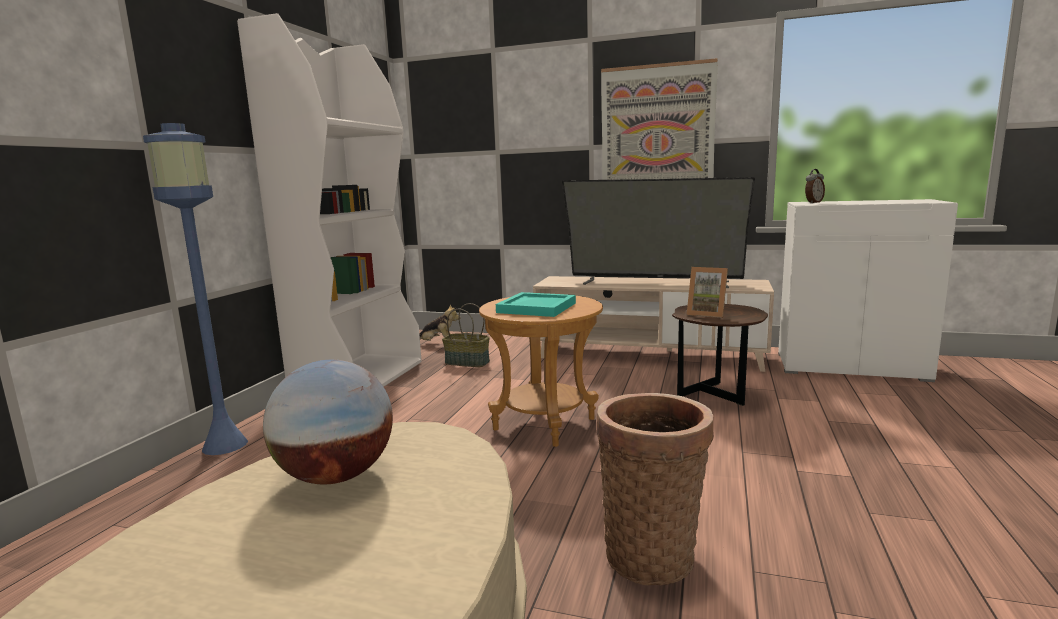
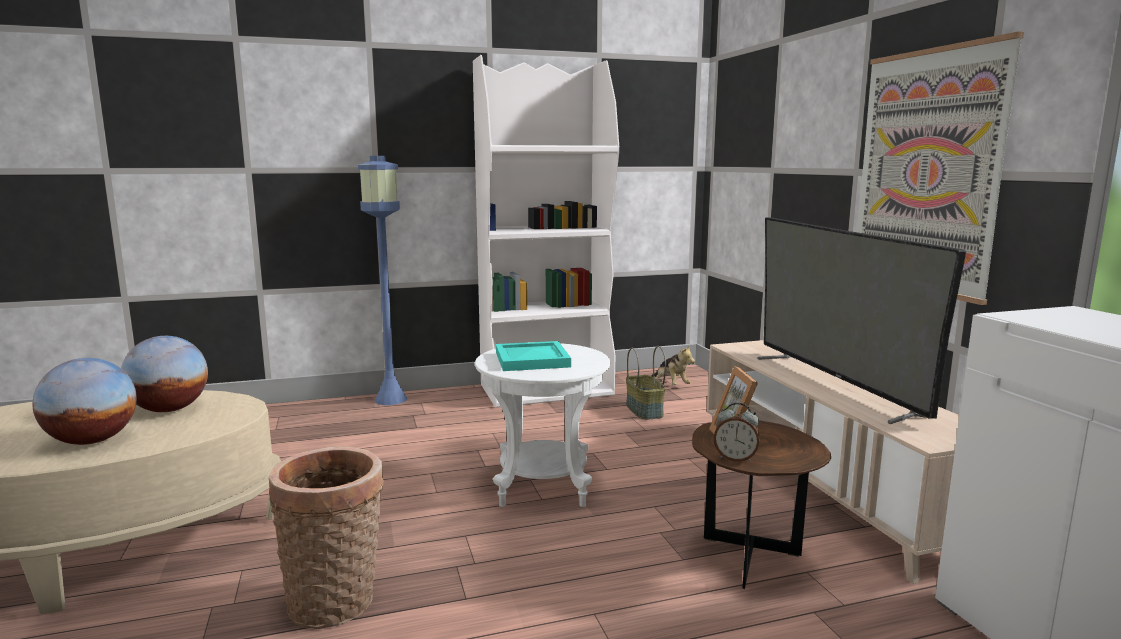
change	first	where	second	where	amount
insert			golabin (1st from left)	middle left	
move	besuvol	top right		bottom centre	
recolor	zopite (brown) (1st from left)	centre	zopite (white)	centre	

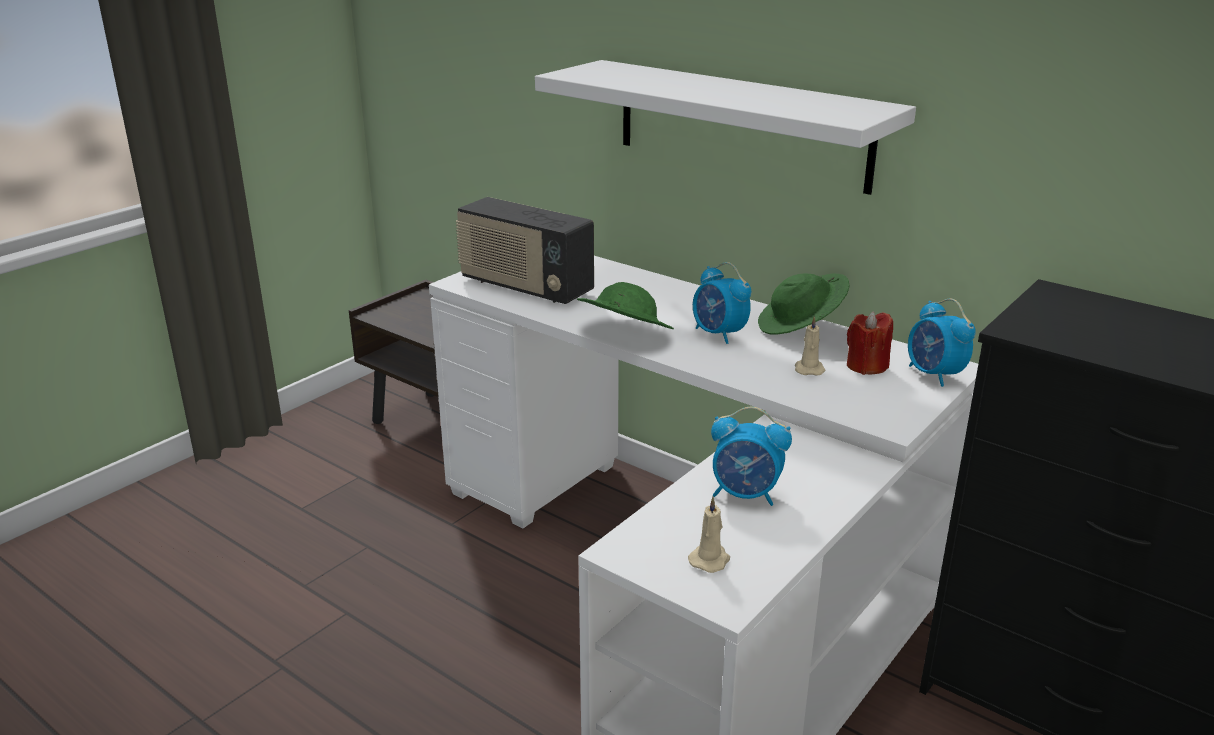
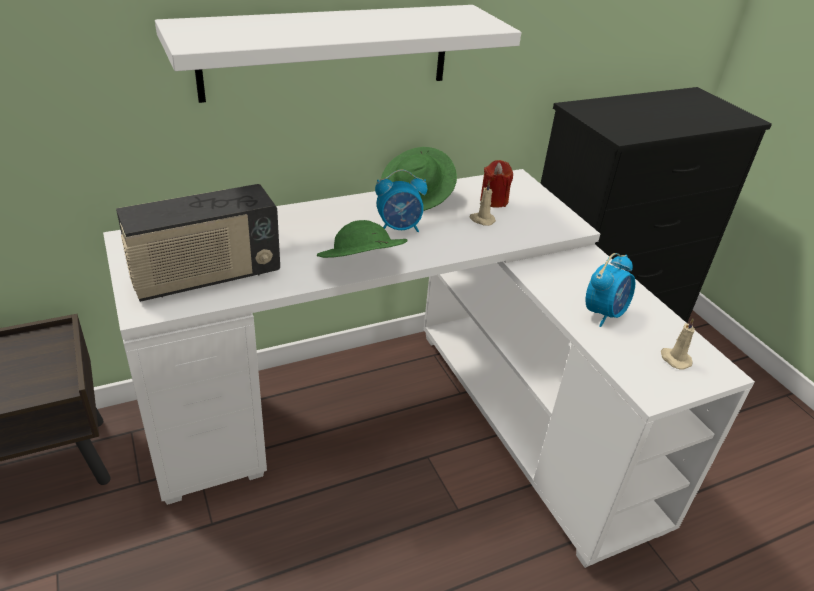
change	first	where	second	where	amount
delete	besuvol (3rd from left)	middle right			

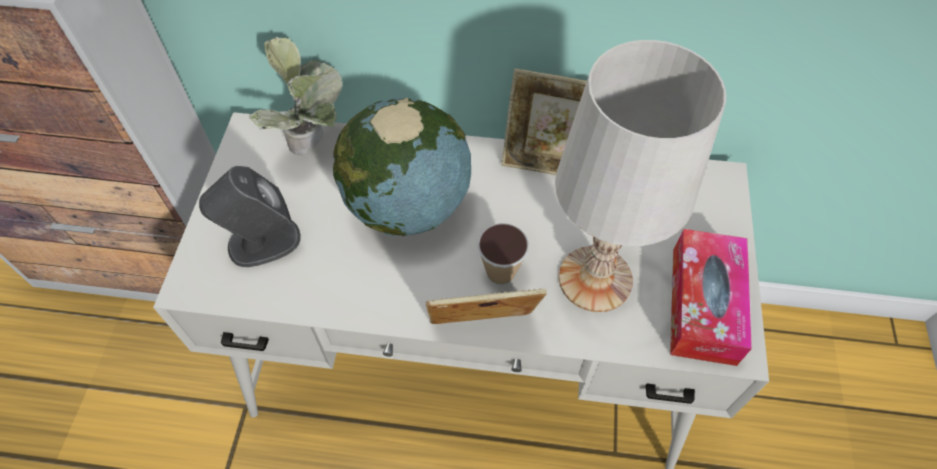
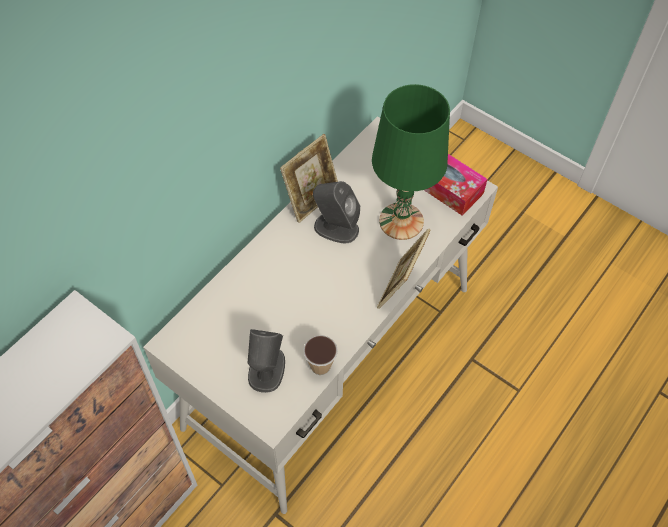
change	first	where	second	where	amount
delete	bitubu	top left			
delete	golabin	centre			
insert			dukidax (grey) (2nd from left)	centre	
move	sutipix	centre		bottom centre	
recolor	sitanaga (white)	middle right	sitanaga (green)	top centre	

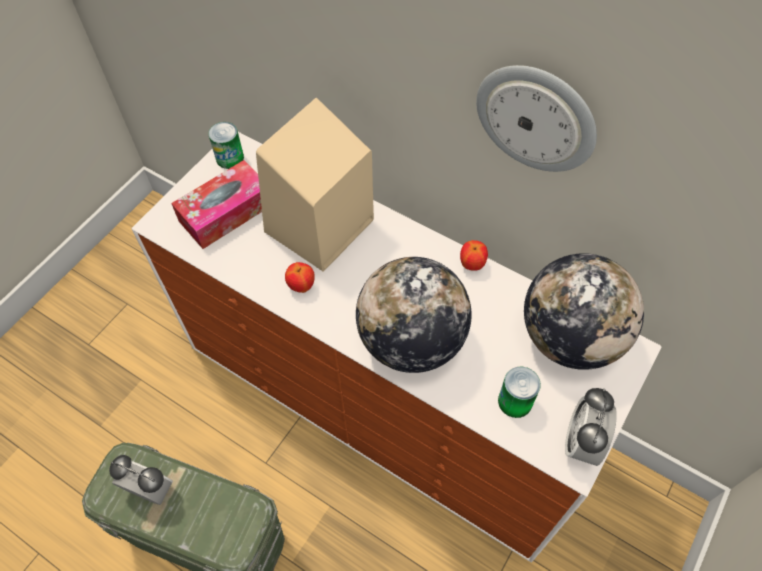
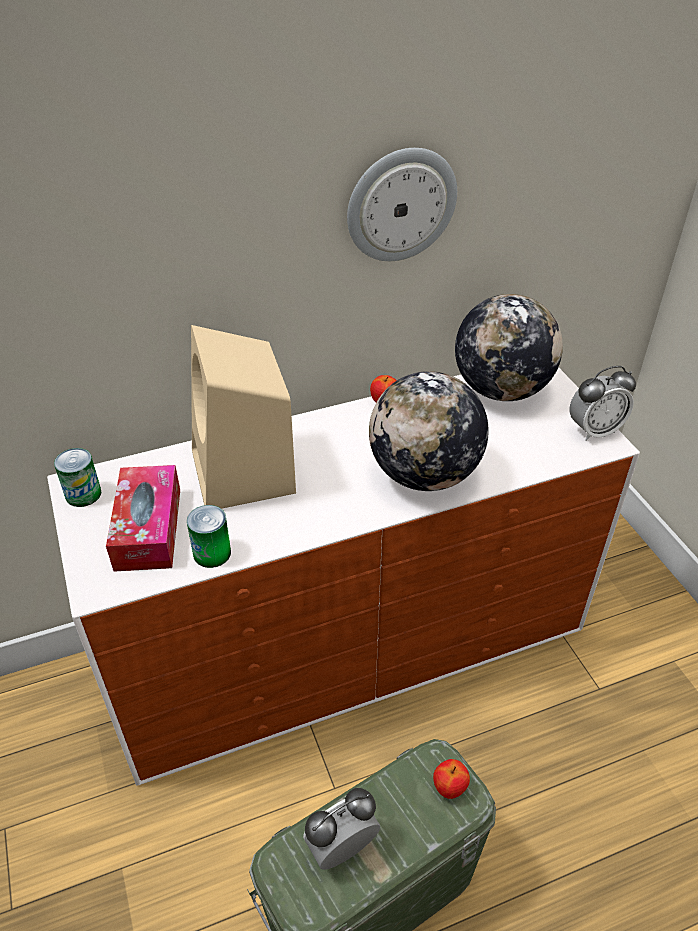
change	first	where	second	where	amount
move	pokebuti (1st from left in the first image)	centre	pokebuti (2nd from left)	bottom centre	
move	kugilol (2nd from left)	bottom right		middle left	
rotate	besuvol (2nd from left)	bottom right		middle right	75 degrees counterclockwise

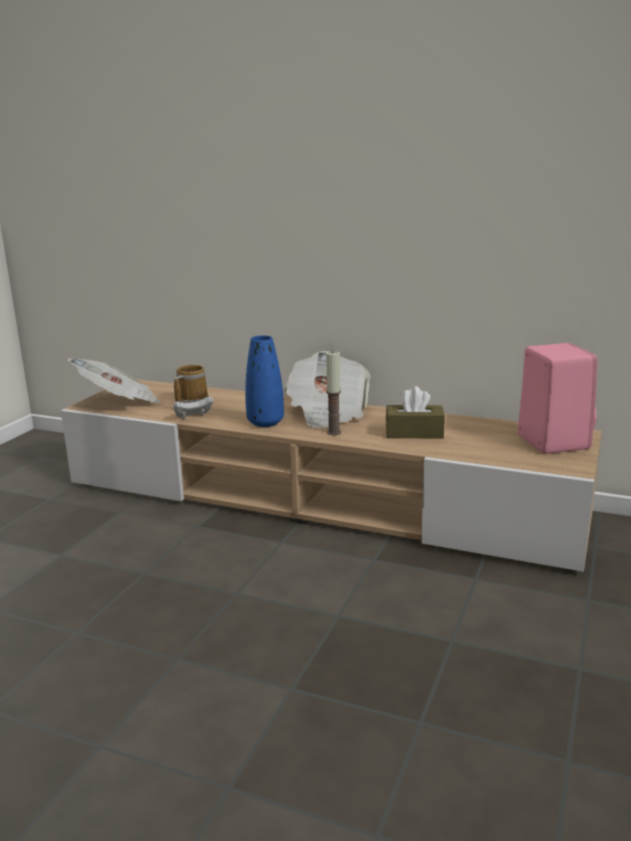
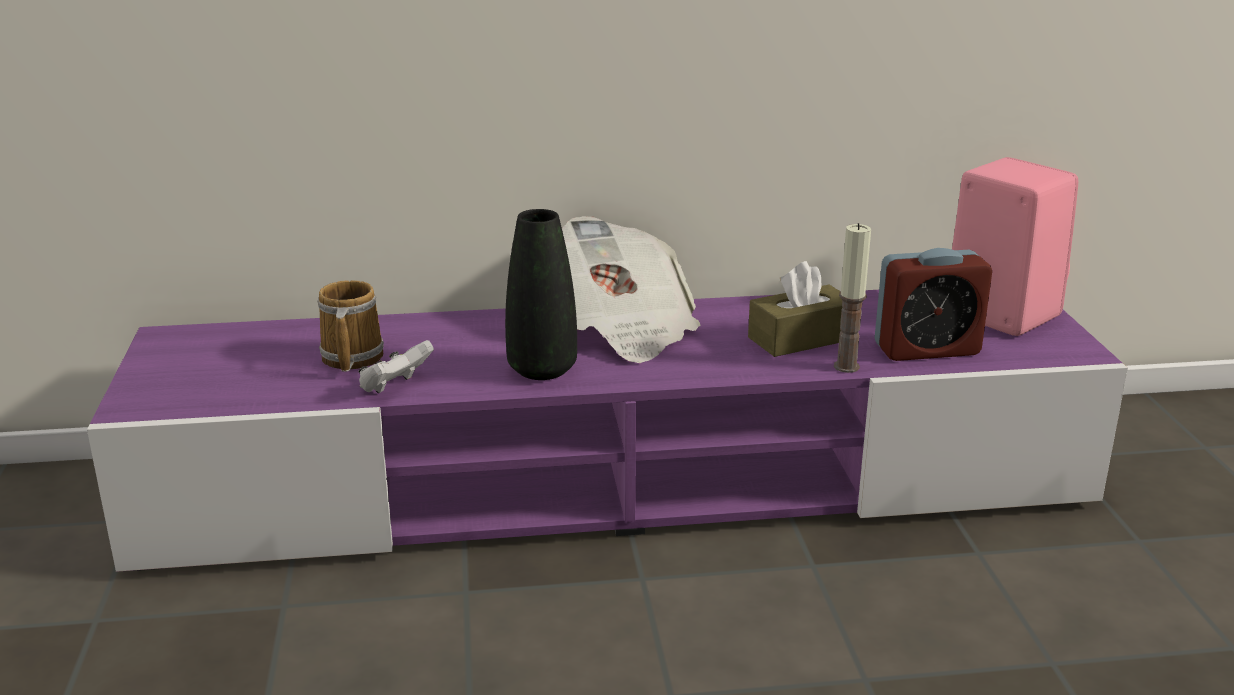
change	first	where	second	where	amount
delete	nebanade (1st from left)	middle left			
insert			besuvol	middle right	
move	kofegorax	centre		middle right	
recolor	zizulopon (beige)	centre	zizulopon (purple)	centre	
recolor	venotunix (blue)	centre	venotunix (black)	centre	

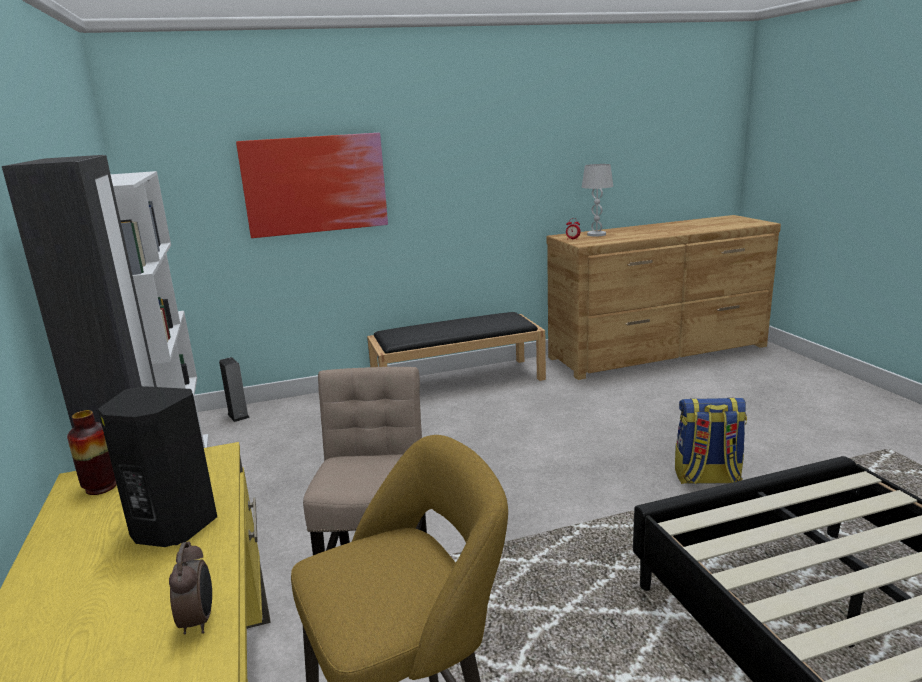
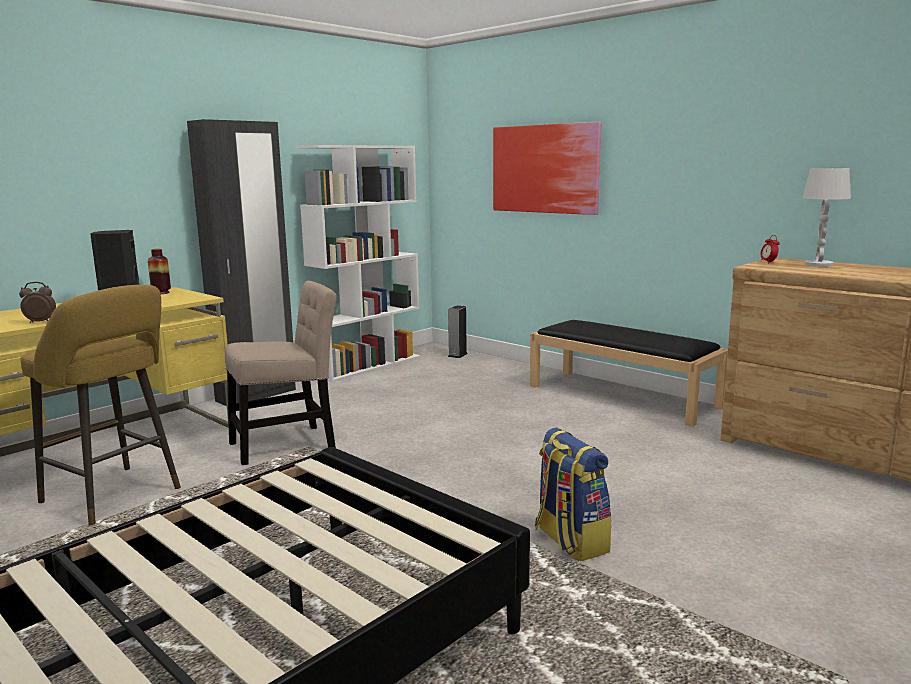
change	first	where	second	where	amount
rotate	besuvol (1st from left)	bottom left		middle left	150 degrees counterclockwise

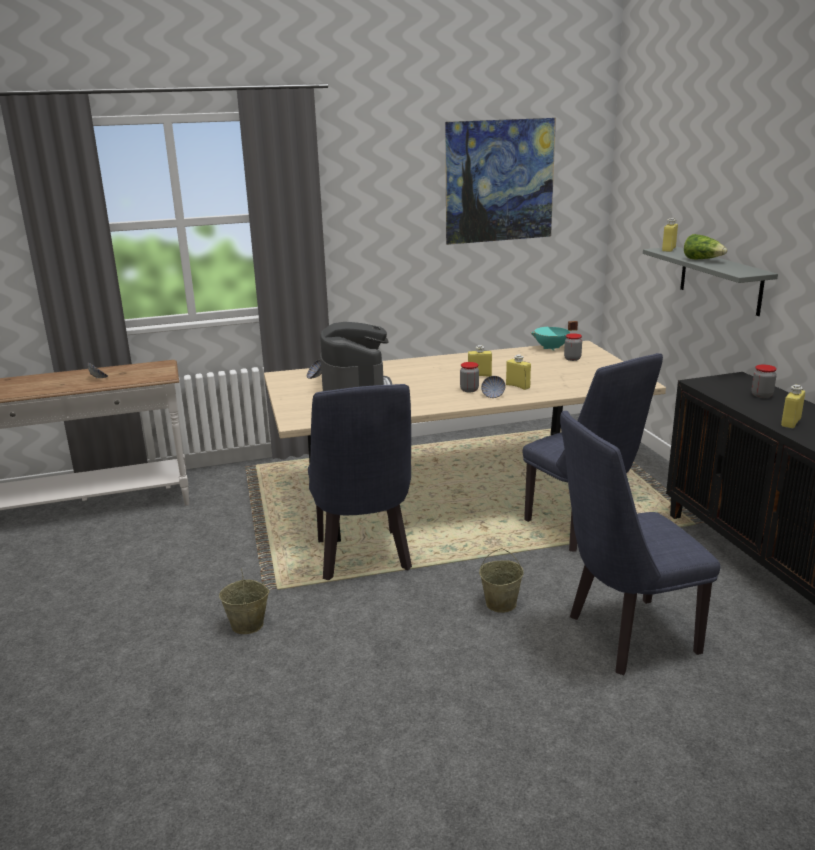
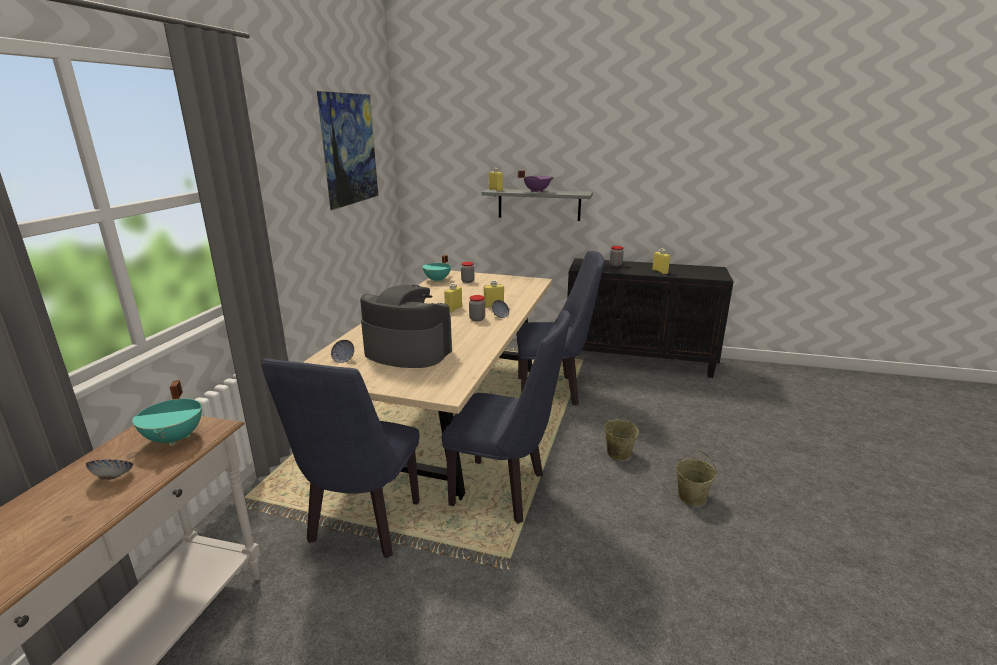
change	first	where	second	where	amount
insert			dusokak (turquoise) (1st from left)	middle left	
move	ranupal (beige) (1st from left in the first image)	bottom left	ranupal (beige) (2nd from left)	bottom right	
move	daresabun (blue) (3rd from left in the first image)	middle right	daresabun (blue) (1st from left)	bottom centre	
replace	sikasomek	top right	dusokak (purple)	top centre	

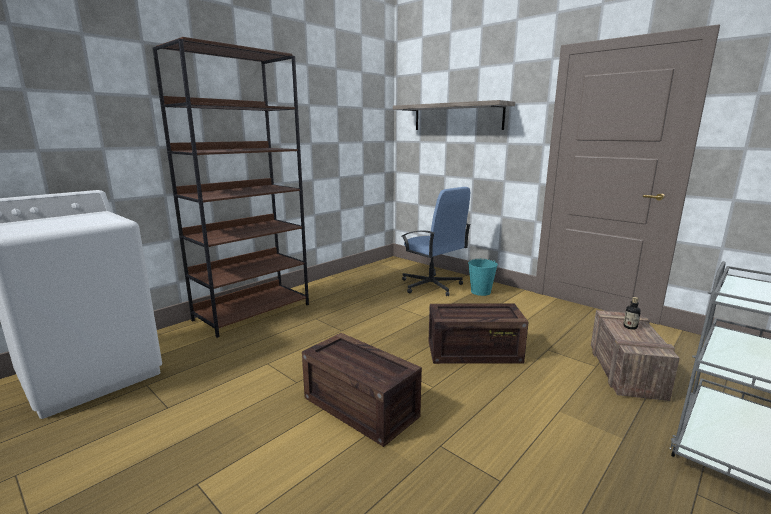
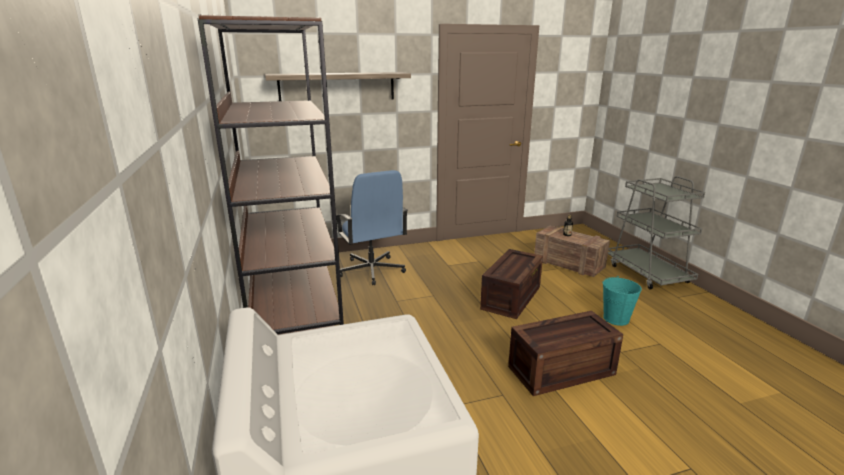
change	first	where	second	where	amount
move	ranupal (turquoise)	centre		middle right	
rotate	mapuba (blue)	centre		centre	75 degrees clockwise

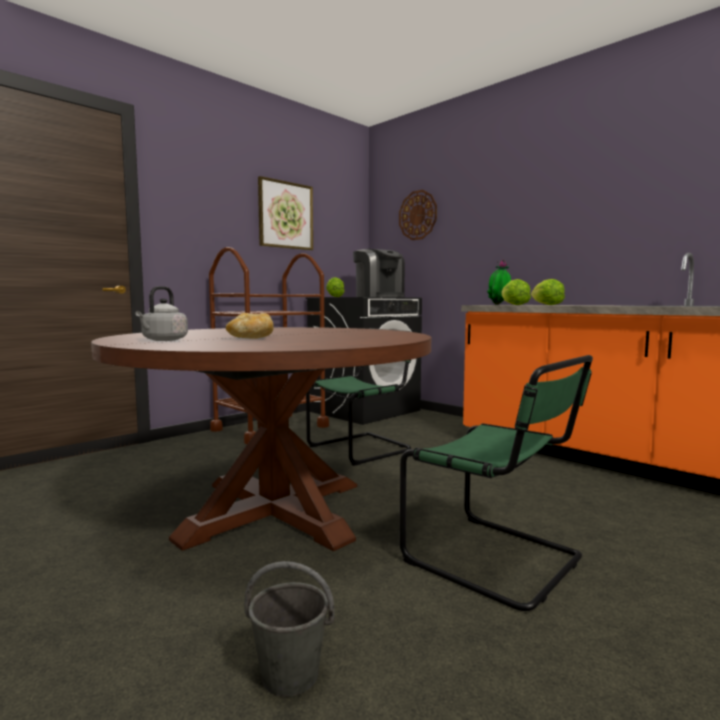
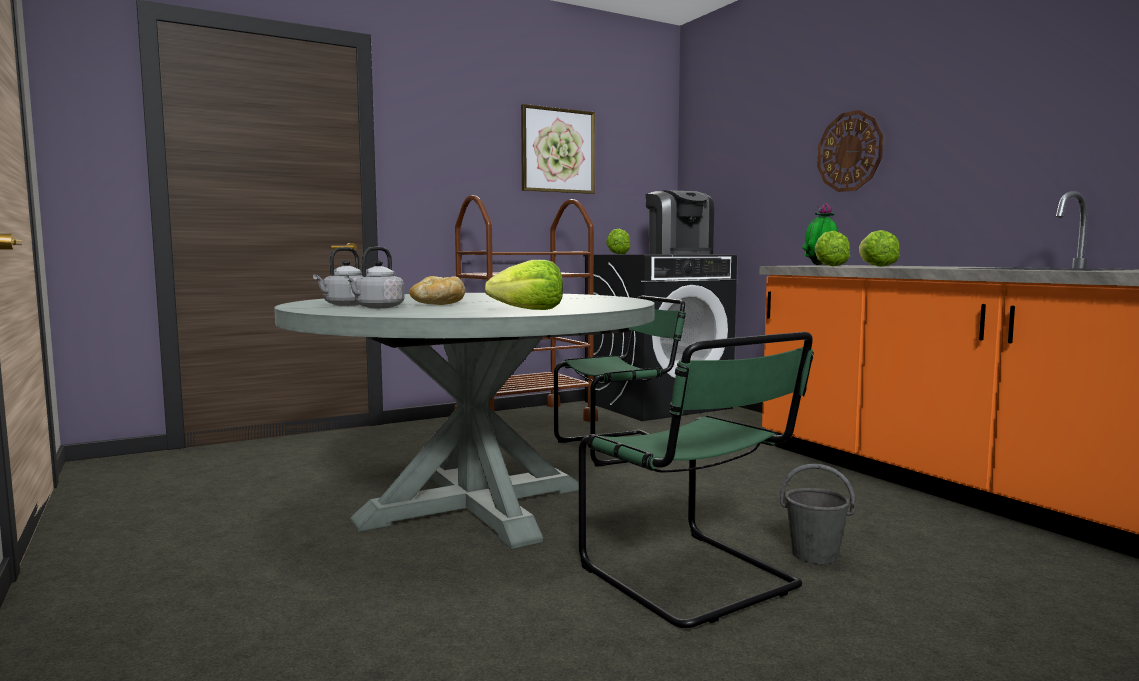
change	first	where	second	where	amount
insert			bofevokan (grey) (2nd from left)	middle left	
insert			sikasomek (1st from left)	centre	
move	ranupal (grey)	bottom centre		bottom right	
move	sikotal	top centre		top right	
recolor	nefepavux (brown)	centre	nefepavux (grey)	centre	

